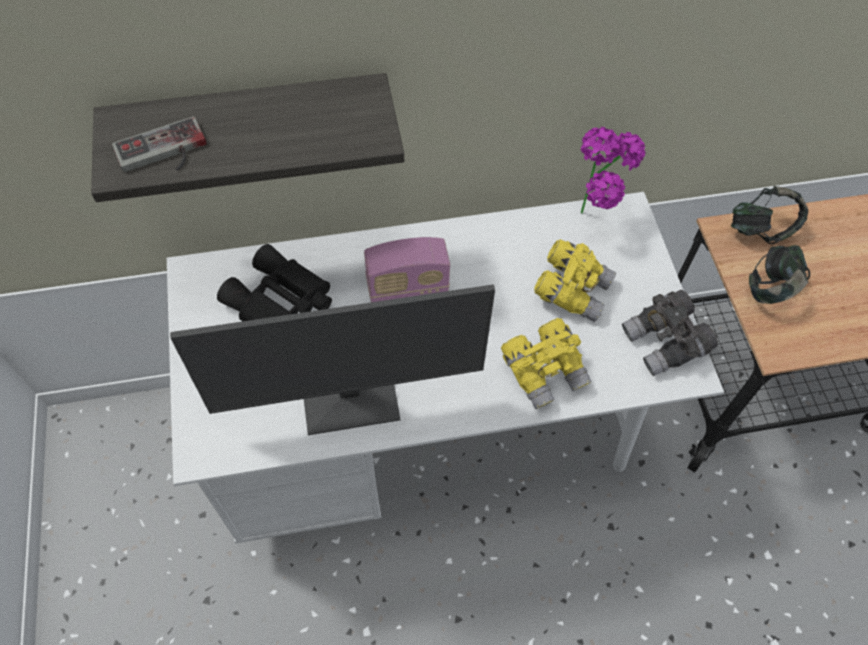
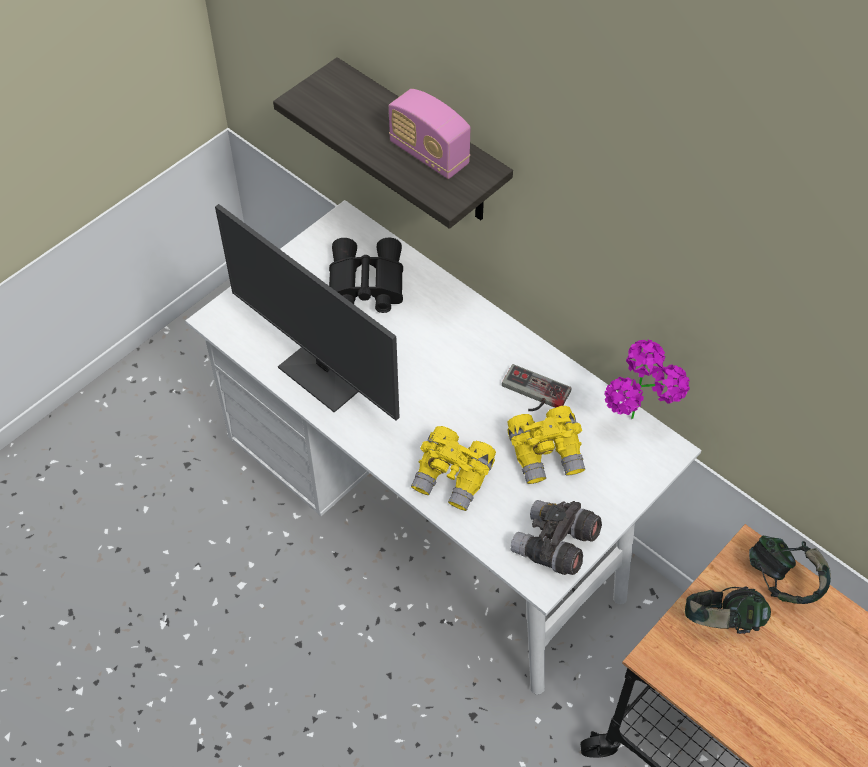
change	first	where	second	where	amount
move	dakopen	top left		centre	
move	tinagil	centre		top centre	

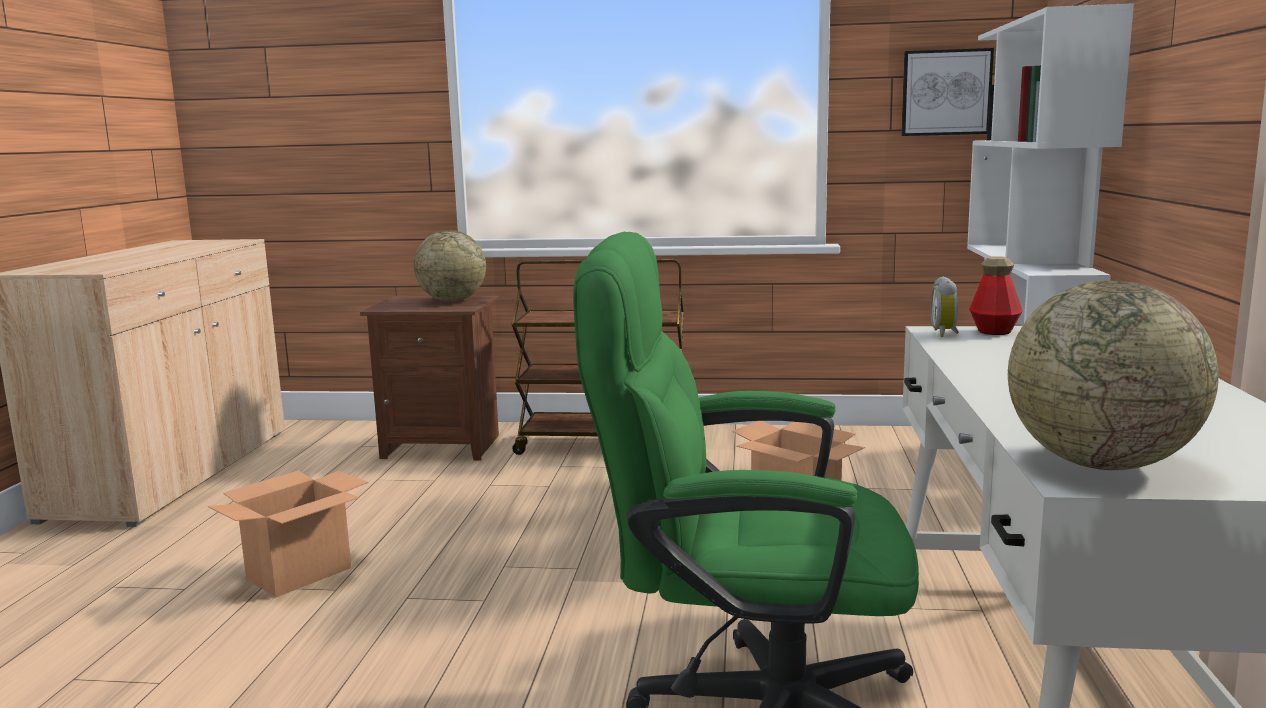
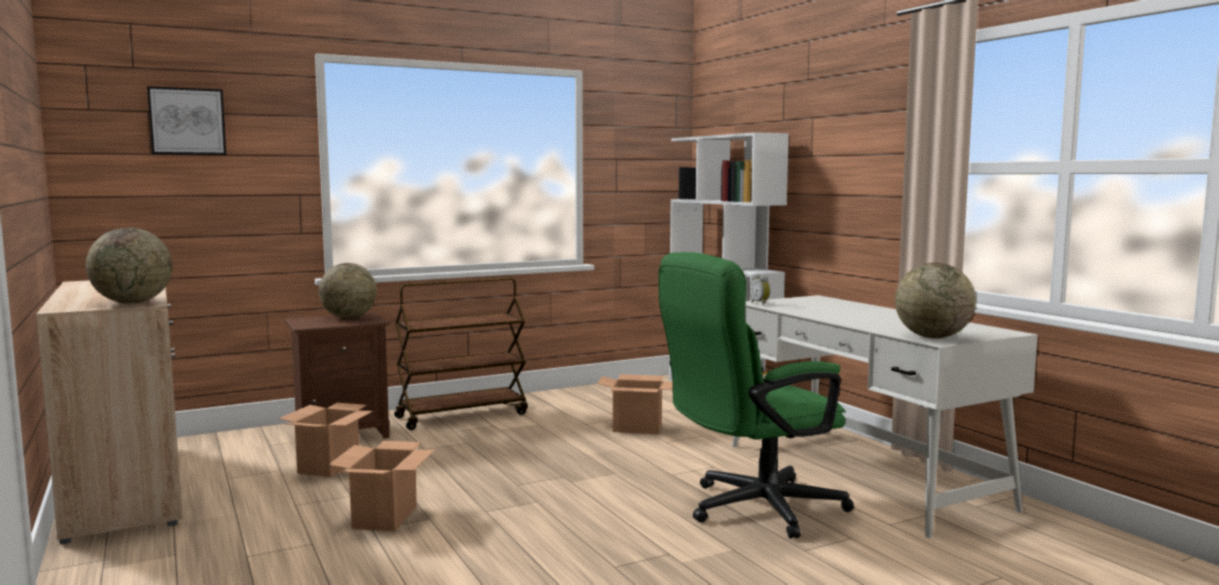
change	first	where	second	where	amount
delete	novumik	middle right			
insert			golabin (1st from left)	middle left	
insert			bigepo (1st from left)	bottom left	
move	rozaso	top right		top left	

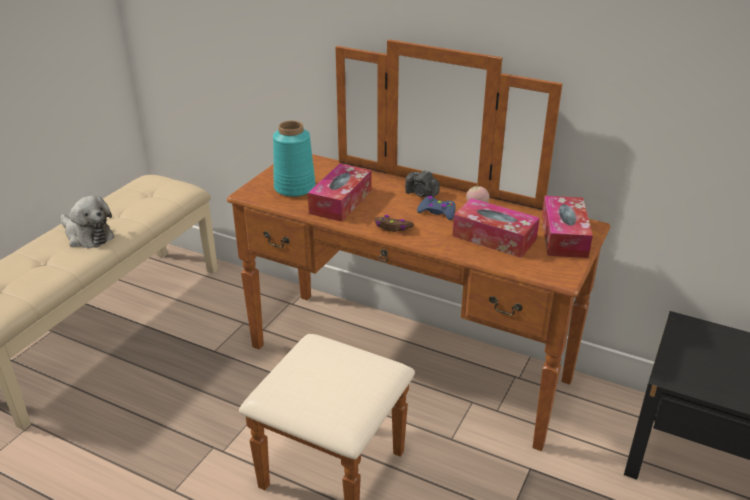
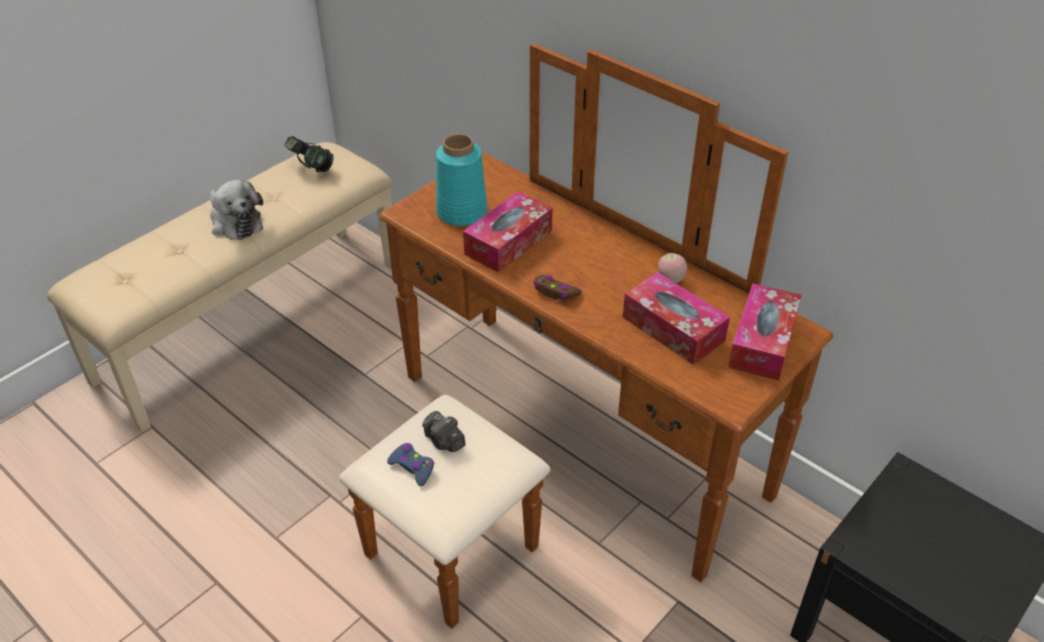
change	first	where	second	where	amount
insert			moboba	top left	
move	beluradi	centre		bottom centre	
move	dakopen (blue)	centre		bottom centre	

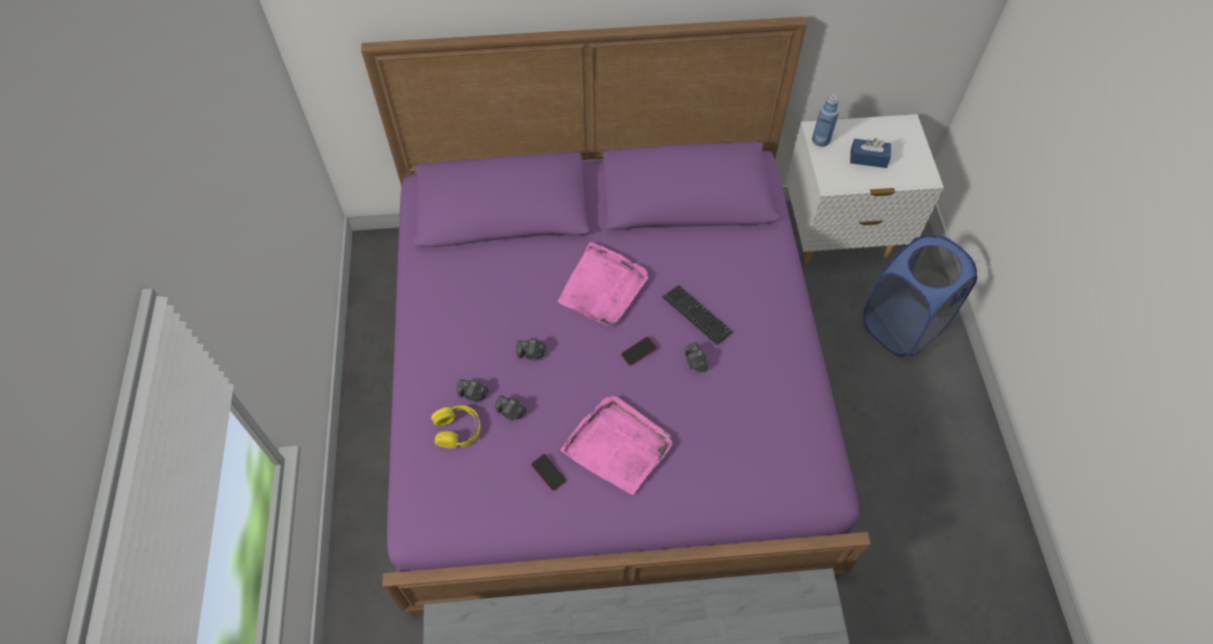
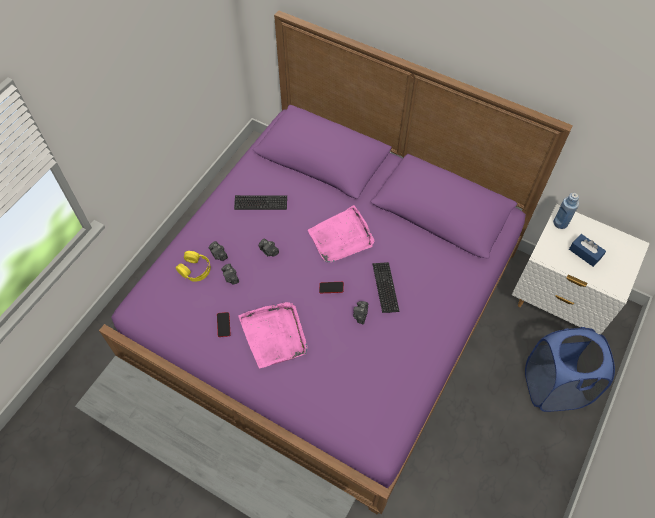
change	first	where	second	where	amount
insert			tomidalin (1st from left)	centre	

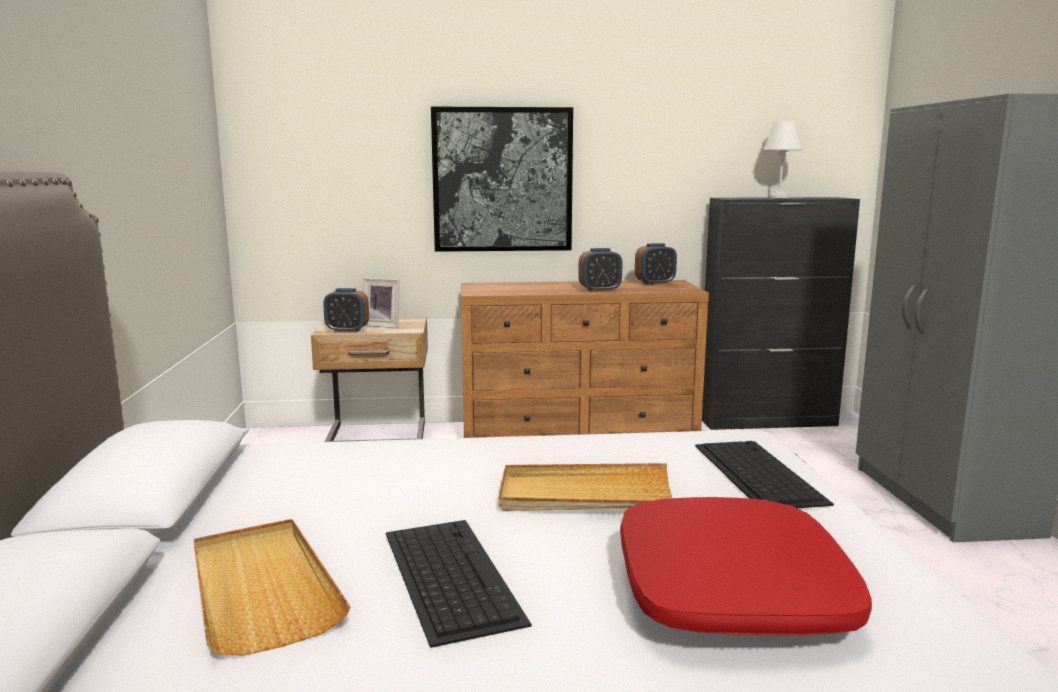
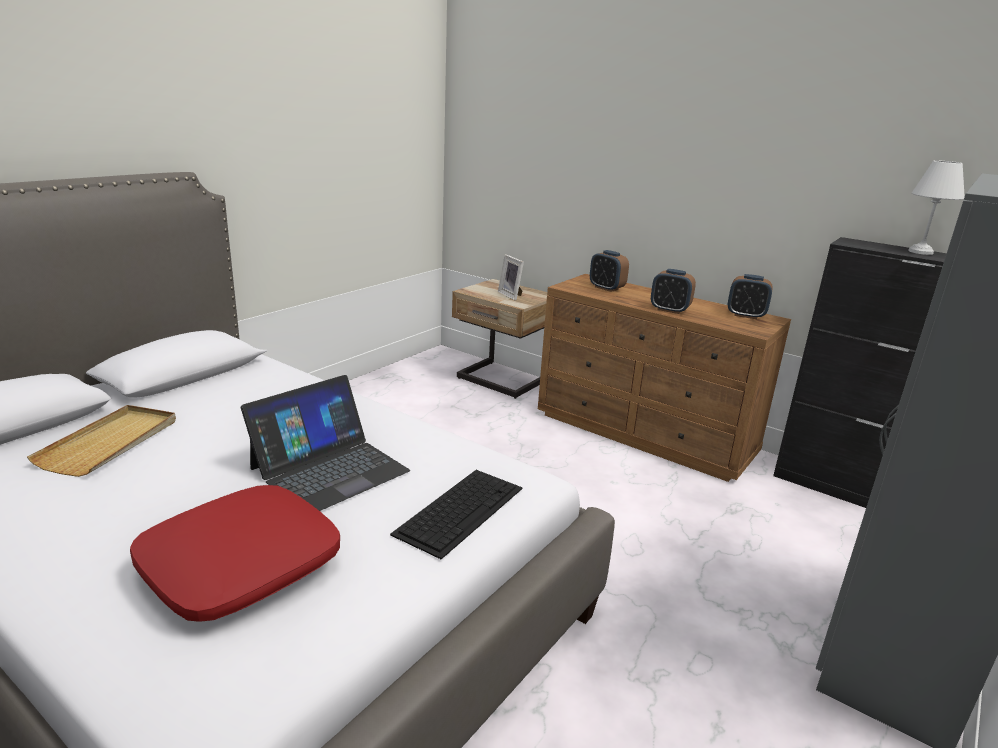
change	first	where	second	where	amount
delete	tomidalin (1st from left)	bottom centre			
delete	rozaso	top centre			
move	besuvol (1st from left)	middle left		centre	
replace	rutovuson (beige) (2nd from left)	bottom centre	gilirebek	middle left	

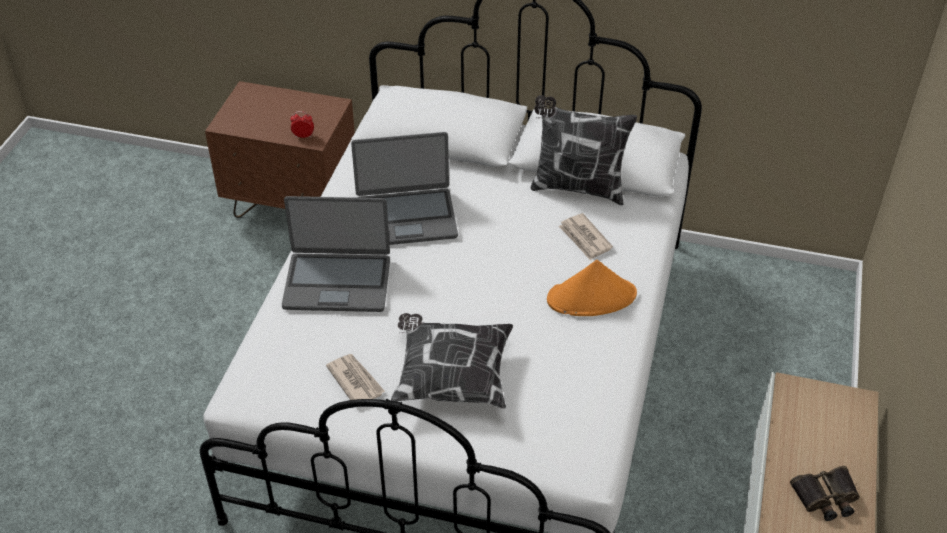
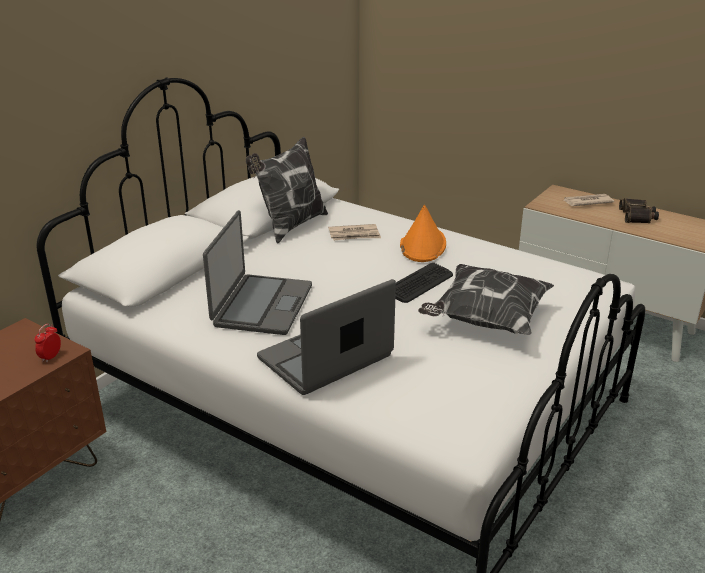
change	first	where	second	where	amount
insert			tomidalin	centre	
move	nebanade (1st from left in the first image)	bottom centre	nebanade (2nd from left)	middle right	
rotate	gilirebek (1st from left in the first image)	centre	gilirebek (2nd from left)	centre	150 degrees counterclockwise

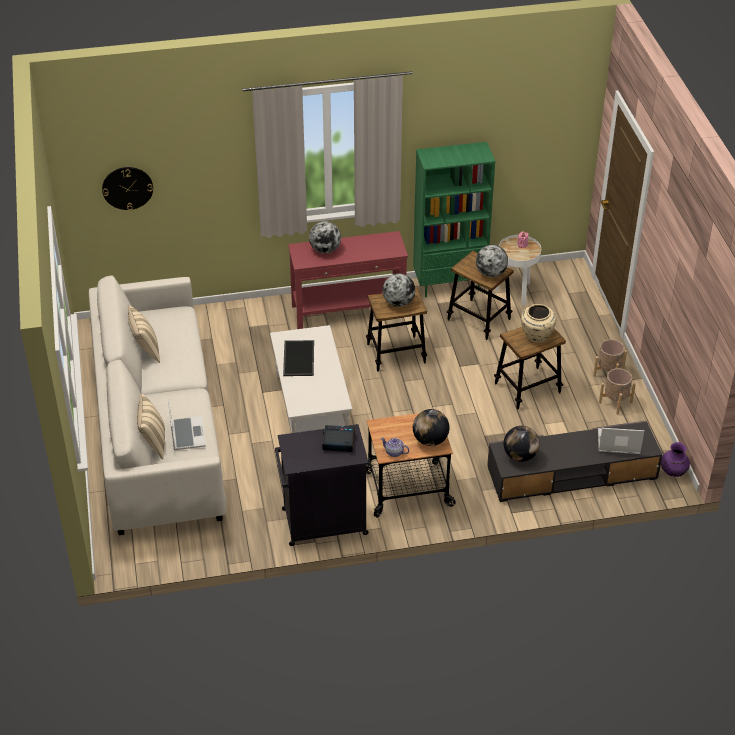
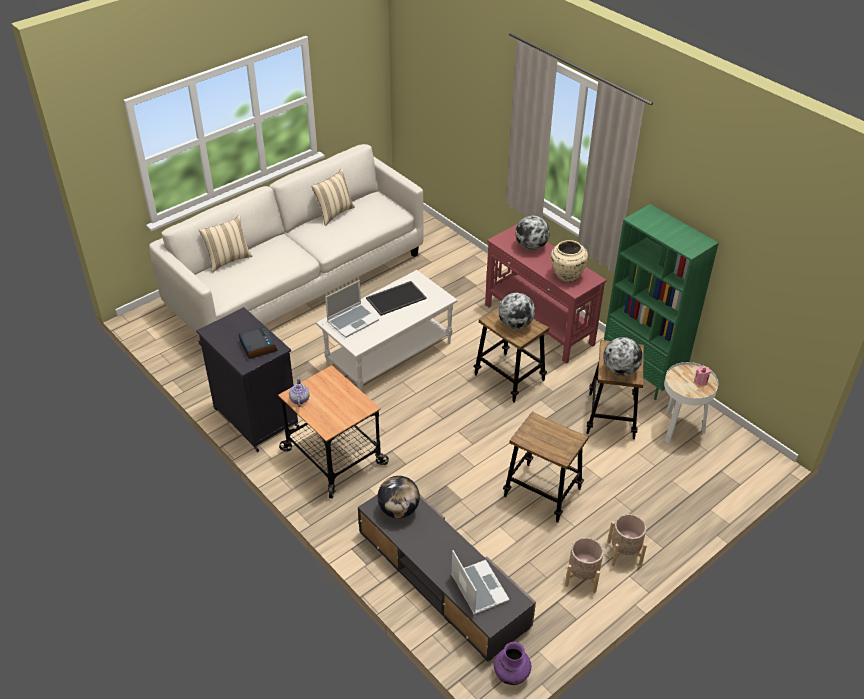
change	first	where	second	where	amount
delete	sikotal	top left			
delete	golabin (3rd from left)	centre			
move	gilirebek (1st from left)	middle left		centre	
move	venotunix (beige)	middle right		centre	

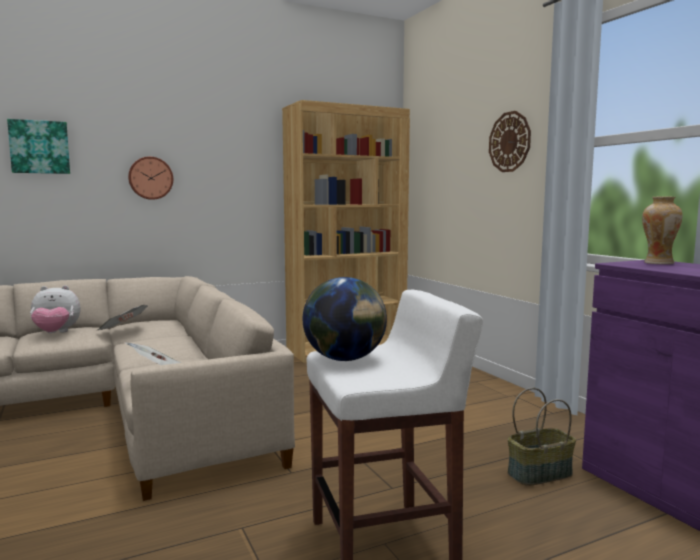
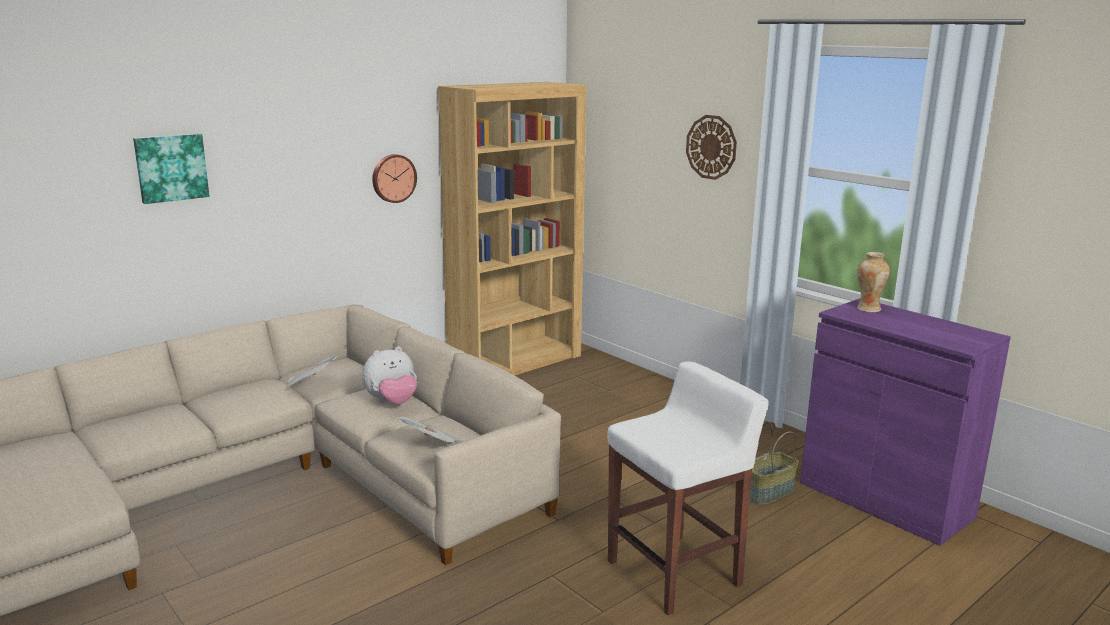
change	first	where	second	where	amount
delete	golabin	centre			
move	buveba	middle left		centre	
move	sikotal (1st from left)	top left		top centre	

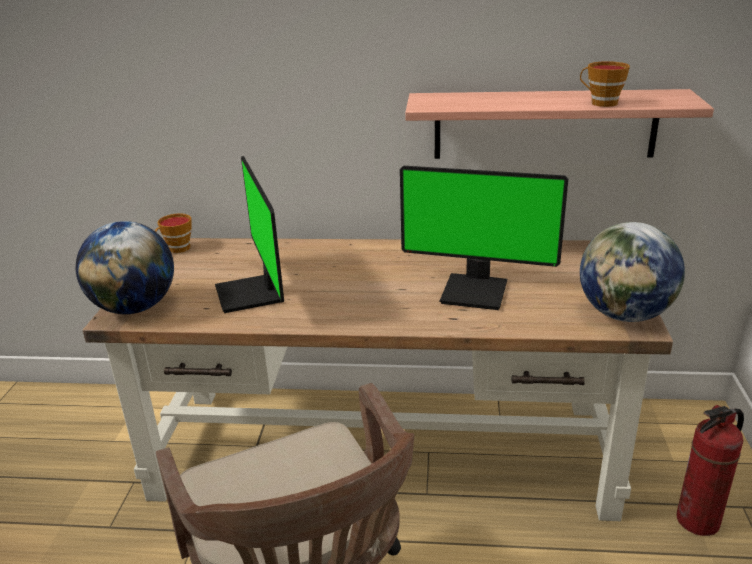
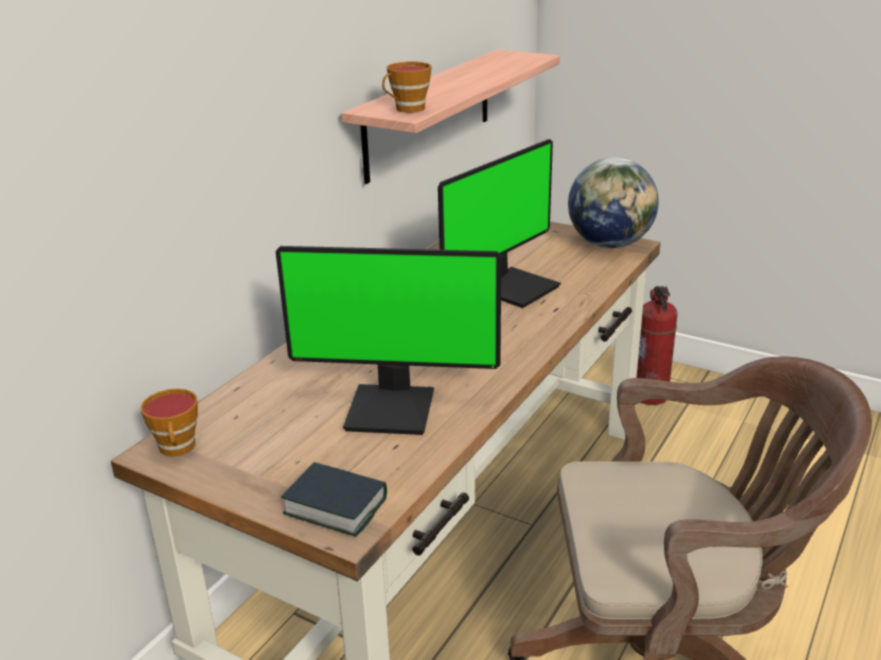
change	first	where	second	where	amount
move	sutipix (2nd from left)	top right		top centre	
replace	golabin (1st from left)	middle left	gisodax	bottom centre	

